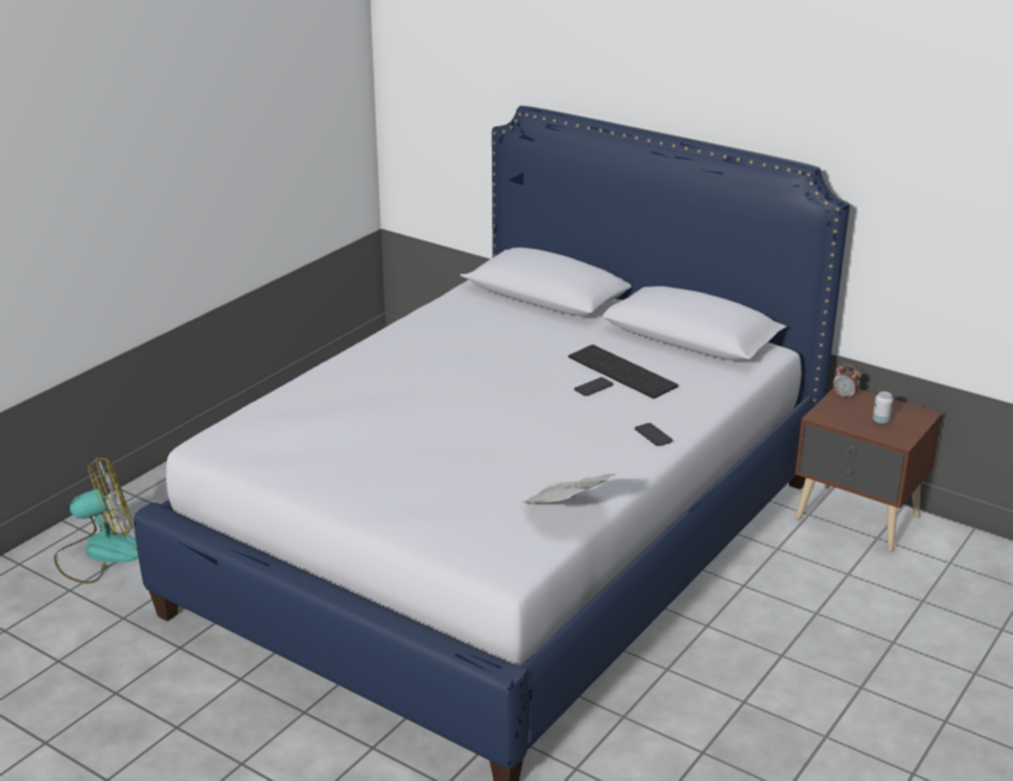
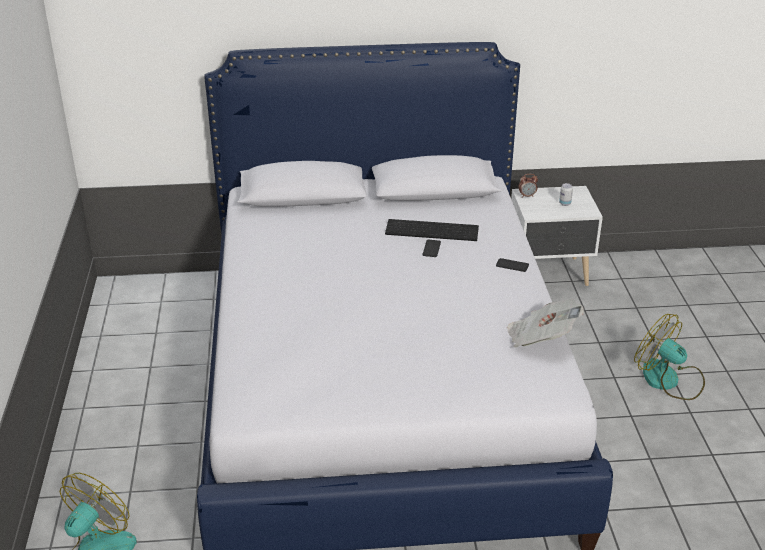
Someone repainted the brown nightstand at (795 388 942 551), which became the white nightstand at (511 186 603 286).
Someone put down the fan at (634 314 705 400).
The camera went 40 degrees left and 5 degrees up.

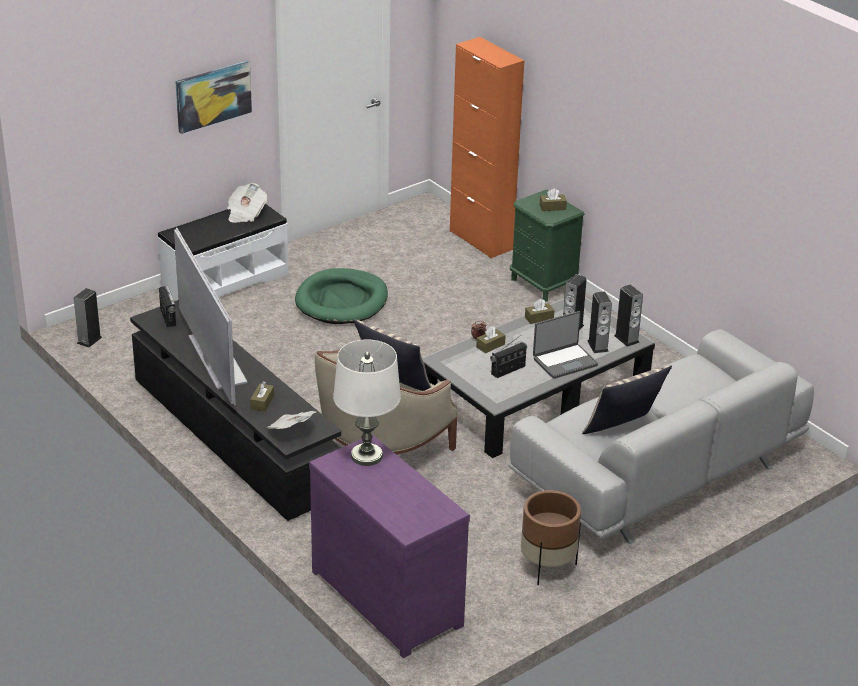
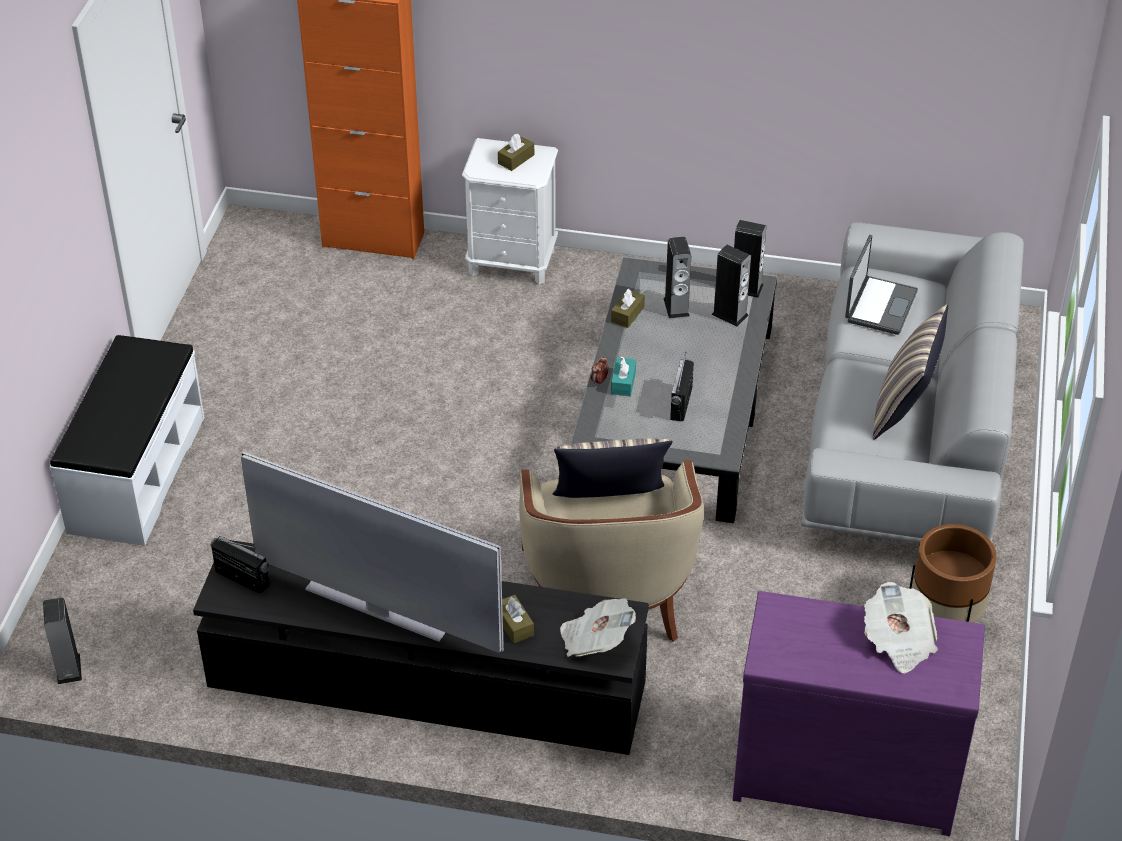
Someone repainted the green nightstand at (510 190 585 302), which became the white nightstand at (462 138 558 285).
Someone repainted the brown tissue box at (476 326 506 353), which became the turquoise tissue box at (611 357 636 396).
Someone carried the laptop from (533 311 598 379) to (845 235 918 335).
Someone carried the newspaper from (227 183 267 223) to (864 582 938 673).
Someone took away the picture at (175 61 252 134).
Someone took away the green dog bed at (295 268 388 324).
Someone took away the white table lamp at (333 340 401 466).
The camera went 40 degrees left and 10 degrees up.

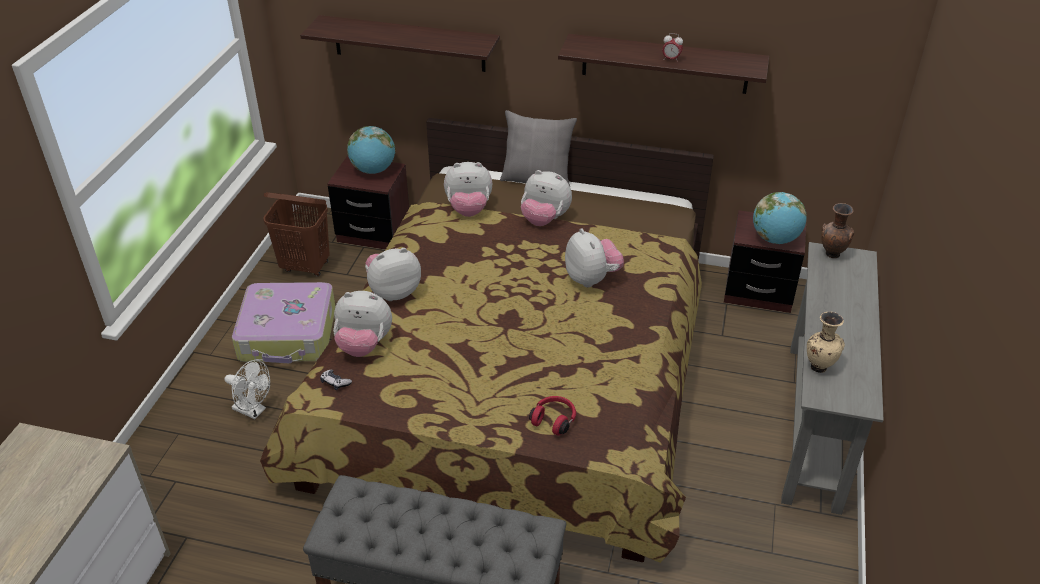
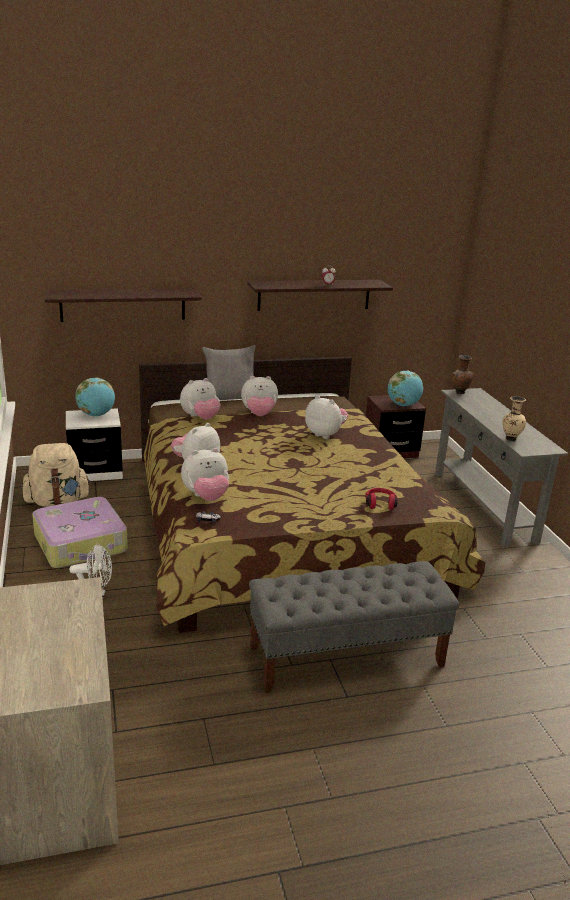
Someone swapped the brown laundry basket at (263 192 330 276) for the beige backpack at (21 443 91 507).
Someone repainted the brown nightstand at (327 156 409 250), which became the white nightstand at (66 408 123 481).
The camera went 30 degrees left and 15 degrees down.

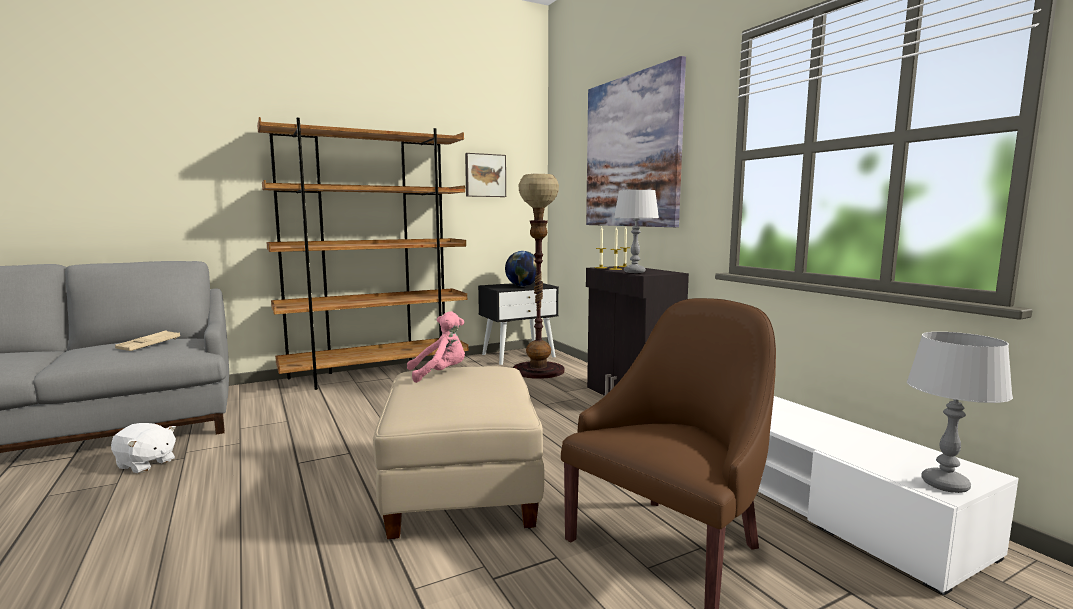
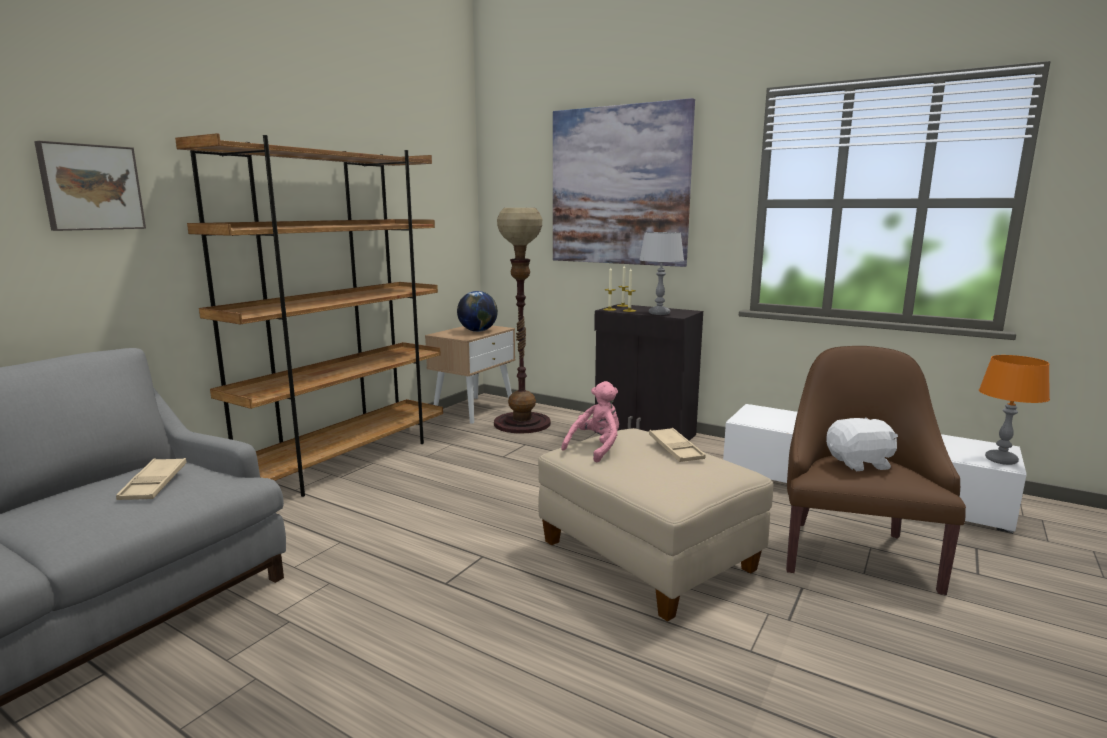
Someone carried the picture from (465 153 506 197) to (34 141 146 231).
Someone repainted the black nightstand at (478 282 559 365), which became the beige nightstand at (425 325 515 424).
Someone put down the beige tray at (649 428 706 462).
Someone carried the white plush toy from (111 423 176 473) to (826 418 898 471).
Someone repainted the grey table lamp at (907 332 1013 493), which became the orange table lamp at (979 355 1050 465).
The camera went 30 degrees left and 5 degrees up.

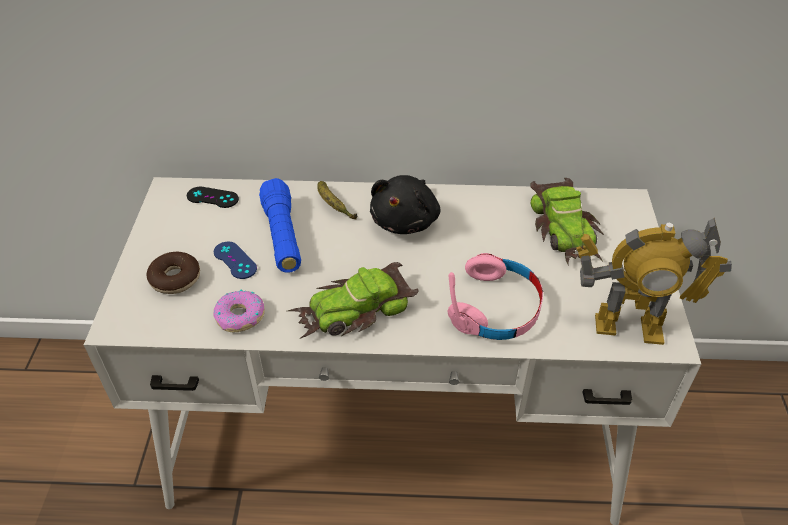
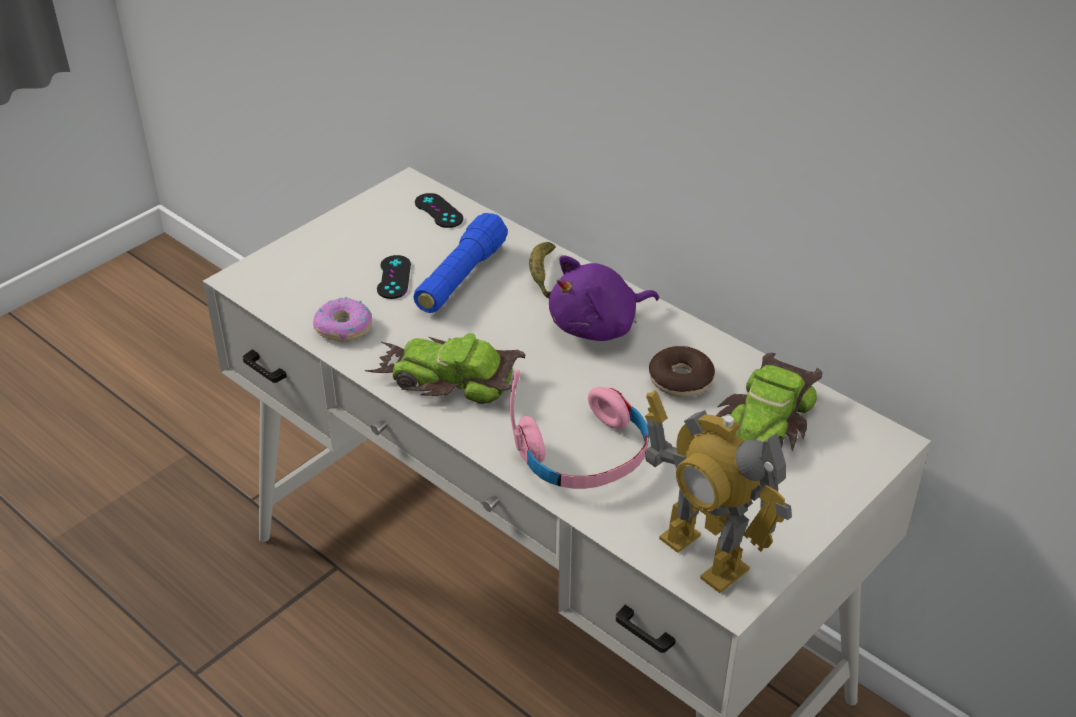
Someone repainted the blue game controller at (214 242 257 279), which became the black game controller at (377 255 411 299).
Someone repainted the black plush toy at (370 175 440 234), which became the purple plush toy at (549 256 659 341).
Someone carried the donut from (147 252 200 294) to (649 346 715 397).
The camera went 40 degrees right and 5 degrees down.

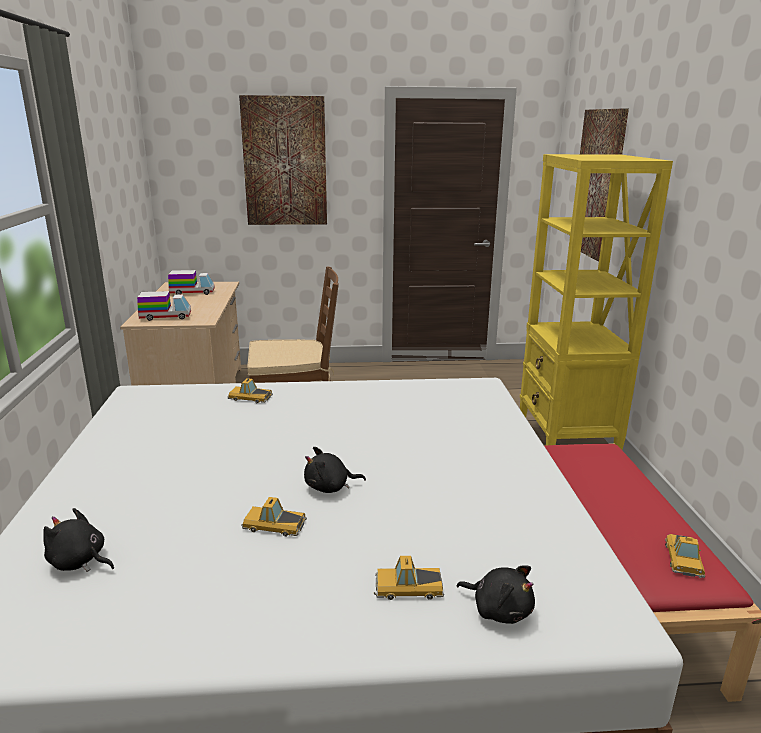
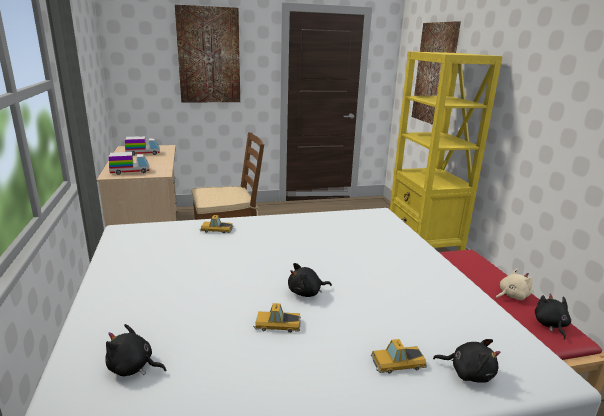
Someone put down the beige plush toy at (496 269 532 300).
Someone swapped the toy car at (665 534 705 578) for the black plush toy at (535 294 571 340).
The camera went 10 degrees left and 0 degrees up.

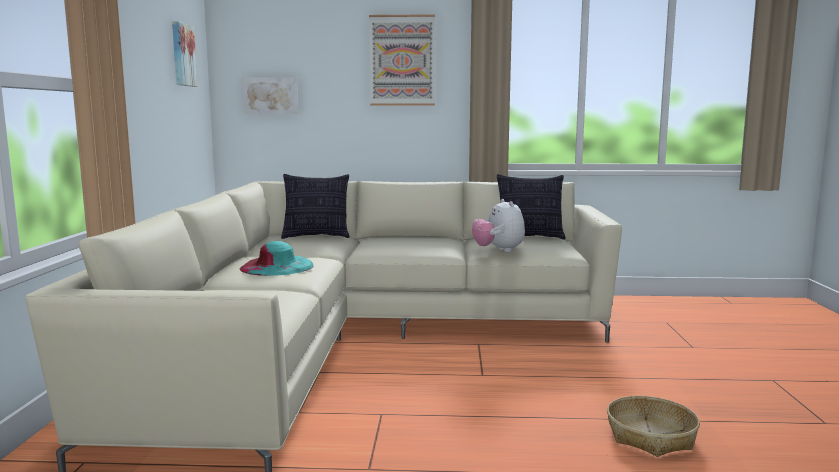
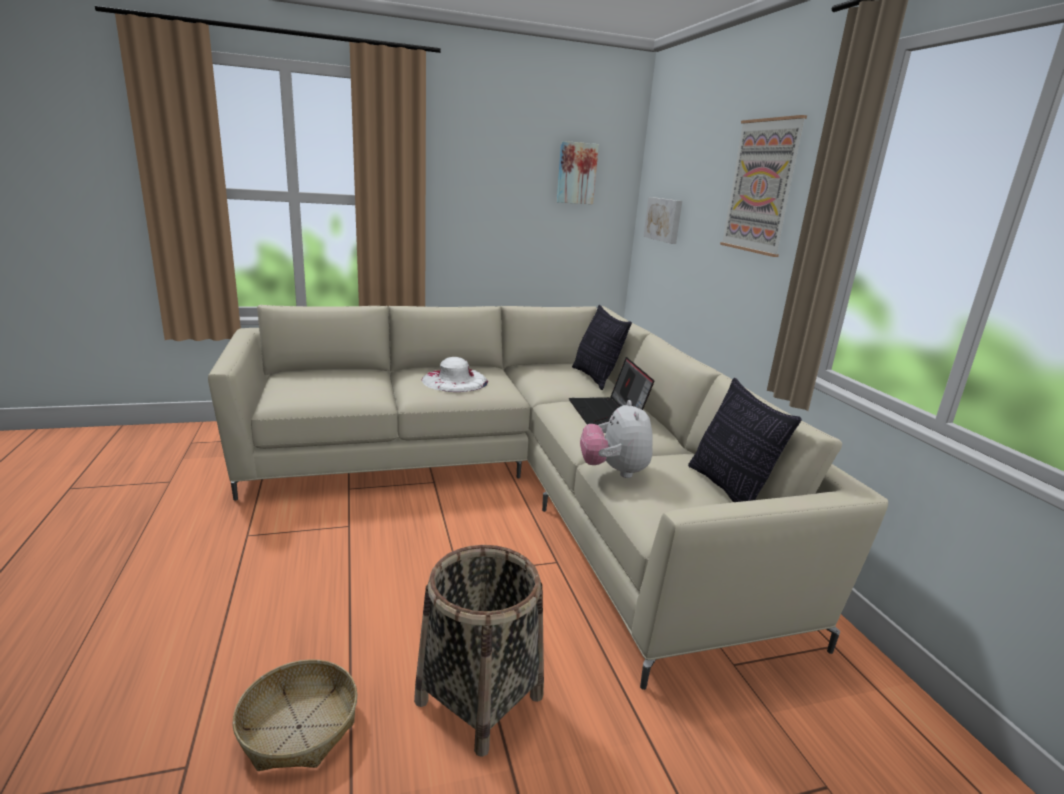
Someone put down the basket at (414 545 544 757).
Someone repainted the turquoise hat at (239 241 314 276), which became the white hat at (421 357 488 392).
Someone put down the laptop at (569 357 654 425).
Someone rotated the plush toy at (472 199 525 252) by 60 degrees counterclockwise.
The camera went 70 degrees right and 10 degrees up.

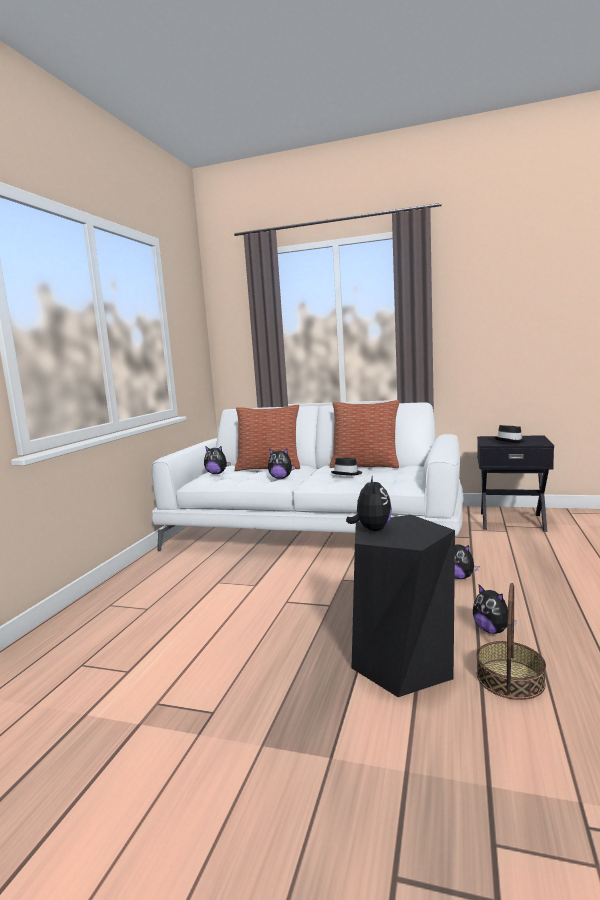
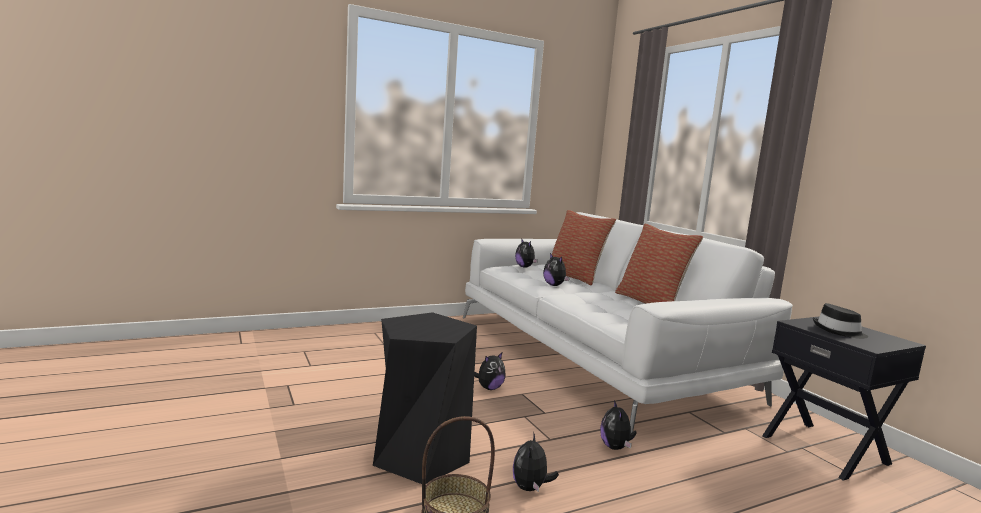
Someone carried the plush toy from (346 475 392 531) to (474 353 506 390).
Someone took away the black hat at (331 458 362 476).
The camera went 45 degrees right and 0 degrees up.

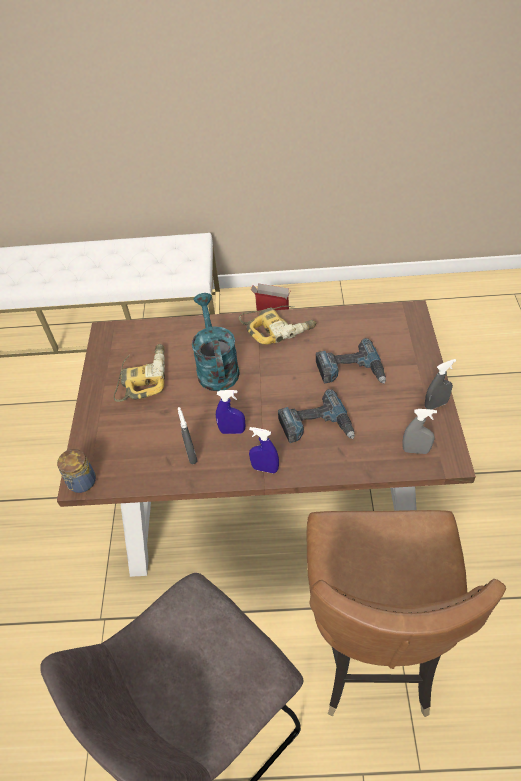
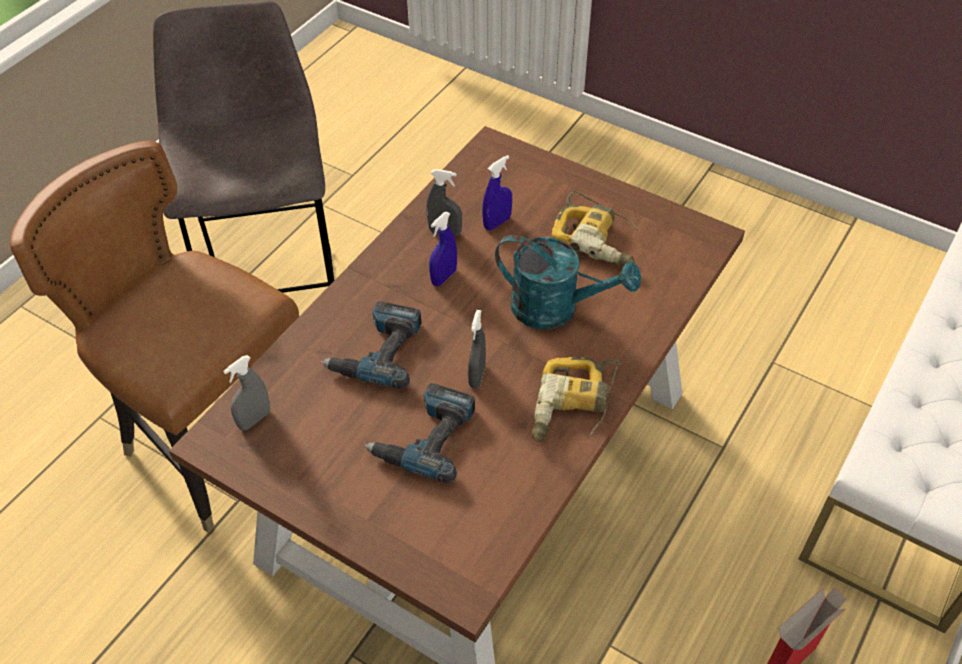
Someone carried the grey spray bottle from (425 359 456 409) to (468 310 486 389).
Someone carried the blue spray bottle from (249 427 279 474) to (482 155 512 230).
Someone took away the jar at (57 449 96 493).
The camera went 120 degrees right and 0 degrees up.

